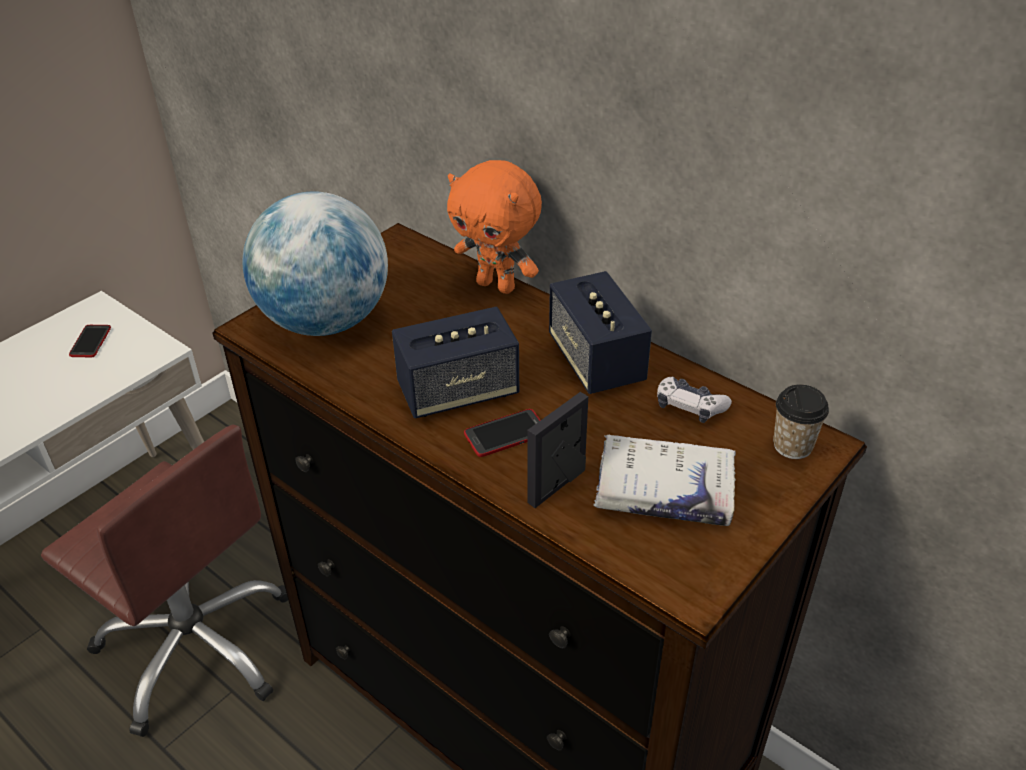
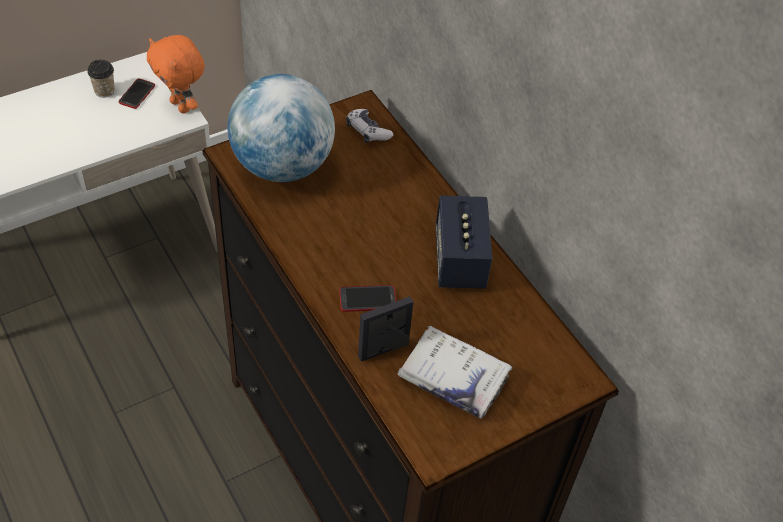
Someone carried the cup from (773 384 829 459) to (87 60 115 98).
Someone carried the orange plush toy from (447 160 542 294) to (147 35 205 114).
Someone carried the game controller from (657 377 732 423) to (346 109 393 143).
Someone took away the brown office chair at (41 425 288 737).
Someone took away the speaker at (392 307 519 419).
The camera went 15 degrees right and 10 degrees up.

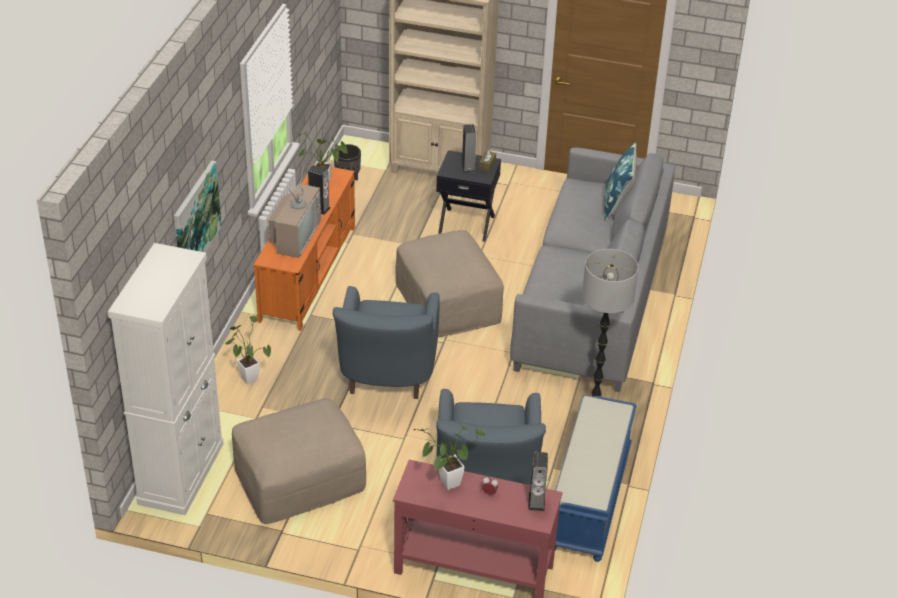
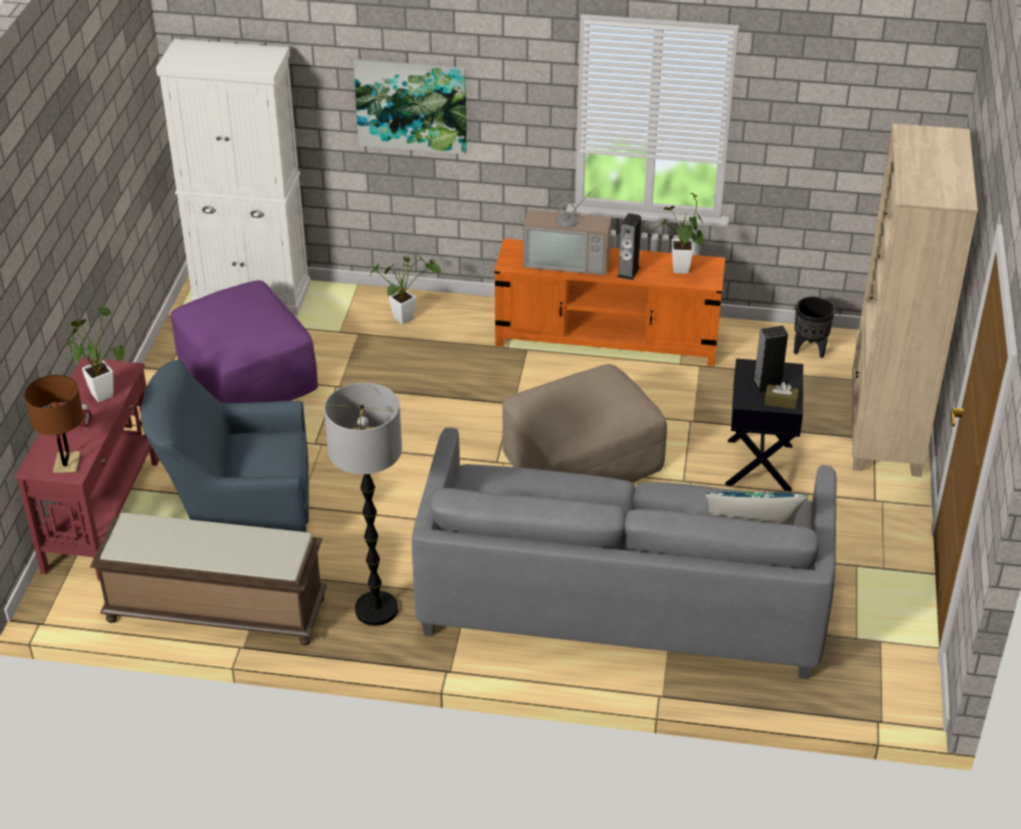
Someone swapped the speaker at (528 452 548 511) for the brown table lamp at (24 375 84 473).
Someone repainted the blue bench at (555 395 637 562), which became the brown bench at (90 513 327 645).
Someone repainted the beige ottoman at (232 398 366 524), which became the purple ottoman at (171 280 318 403).
Someone took away the blue armchair at (332 286 440 399).
The camera went 85 degrees right and 0 degrees up.

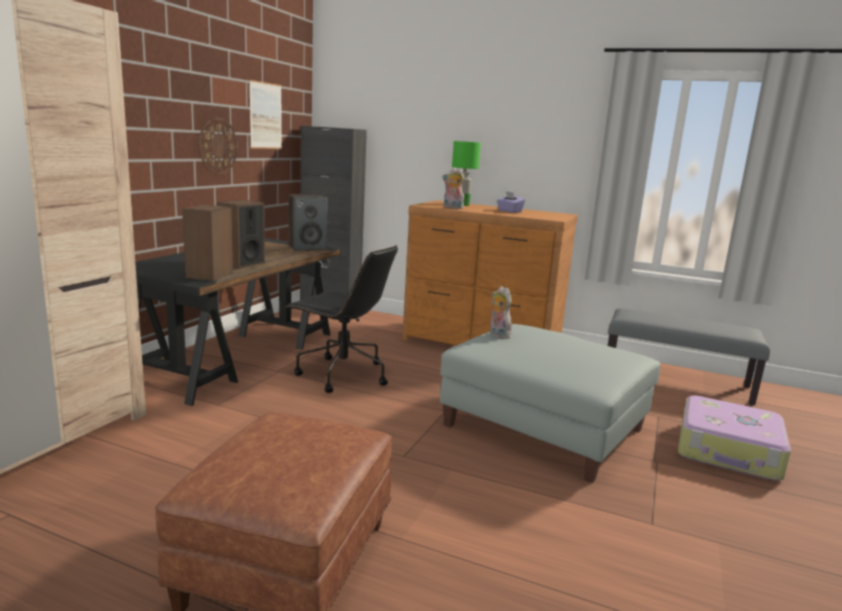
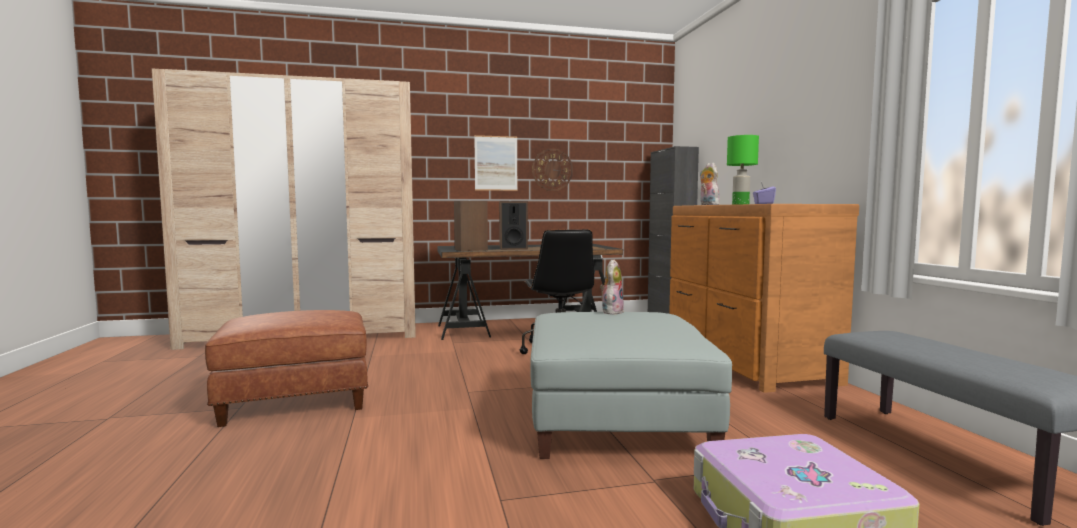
Someone carried the picture from (249 80 282 149) to (474 135 518 191).
Someone took away the speaker at (289 194 328 251).
The camera went 55 degrees right and 10 degrees down.

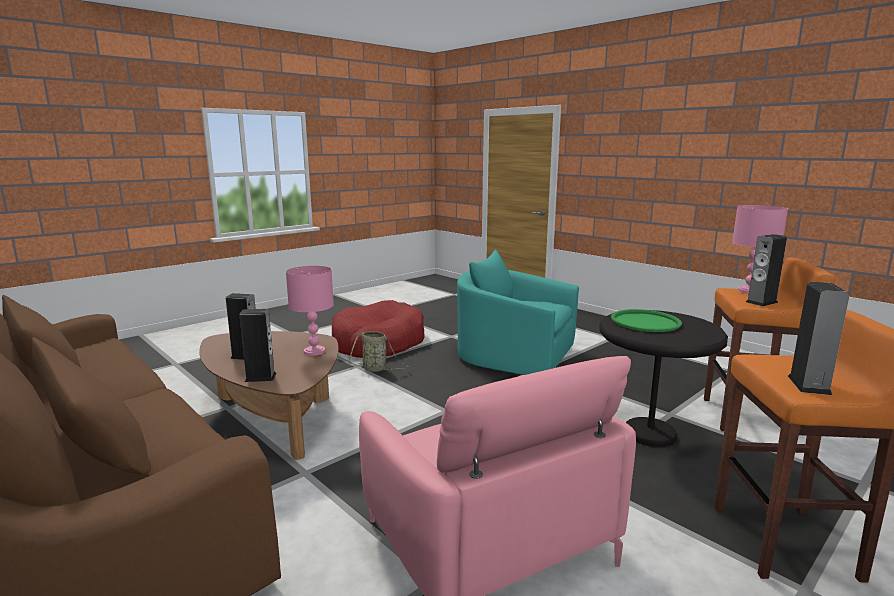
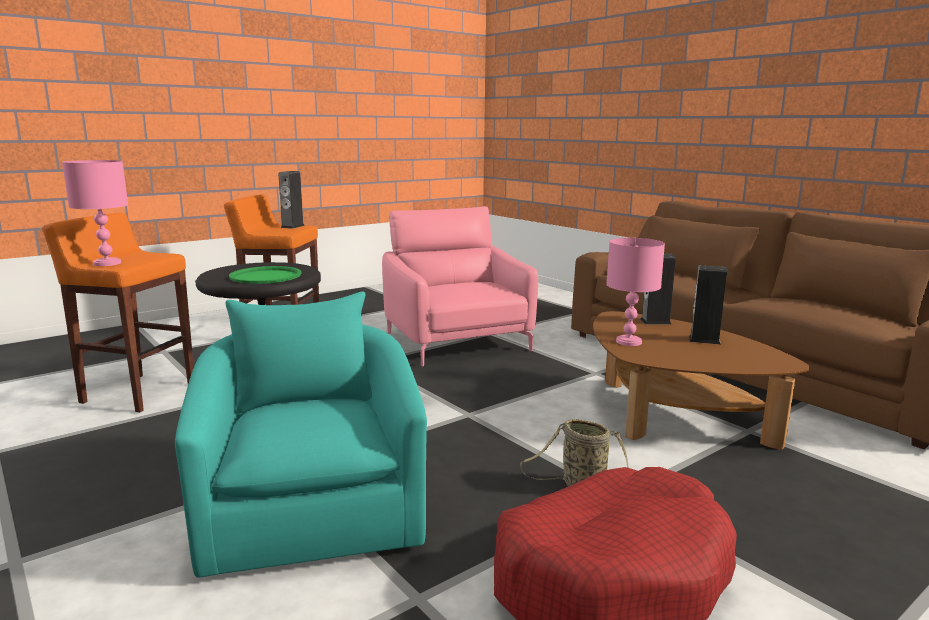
Someone rotated the turquoise armchair at (457 250 579 375) by 135 degrees counterclockwise.
Someone took away the speaker at (746 234 787 306).
The camera went 175 degrees left and 0 degrees up.

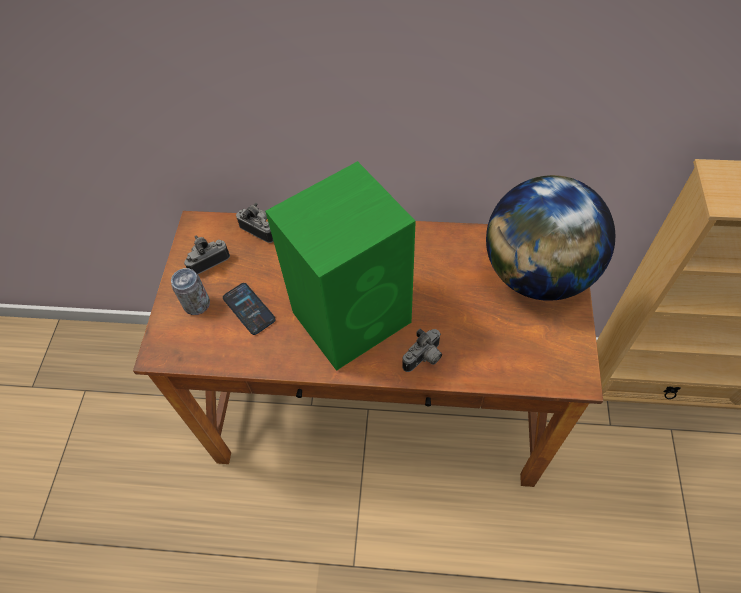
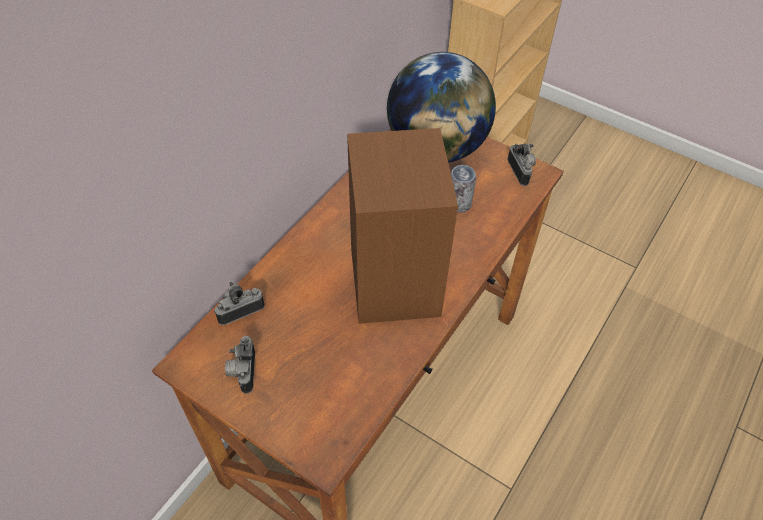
Someone repainted the green speaker at (265 161 416 371), which became the brown speaker at (347 128 458 324).
Someone carried the can from (171 268 210 315) to (451 165 476 213).
Someone carried the photo camera from (402 329 442 372) to (507 144 536 186).
Someone took away the phone at (223 283 276 335).
The camera went 65 degrees left and 5 degrees down.

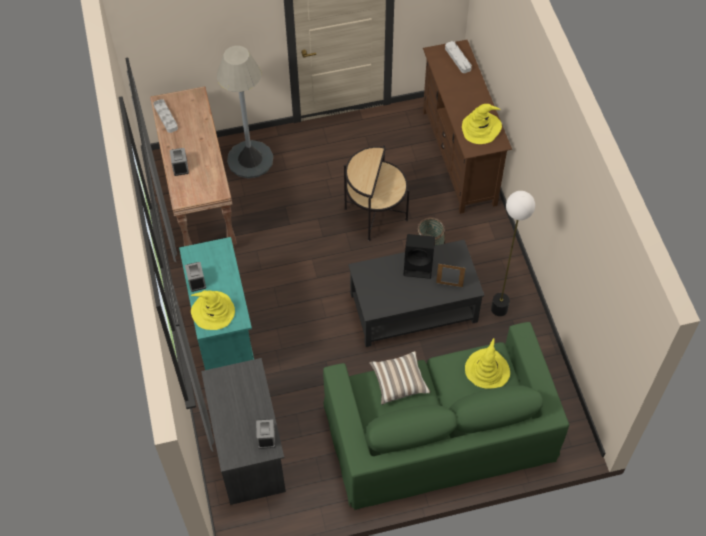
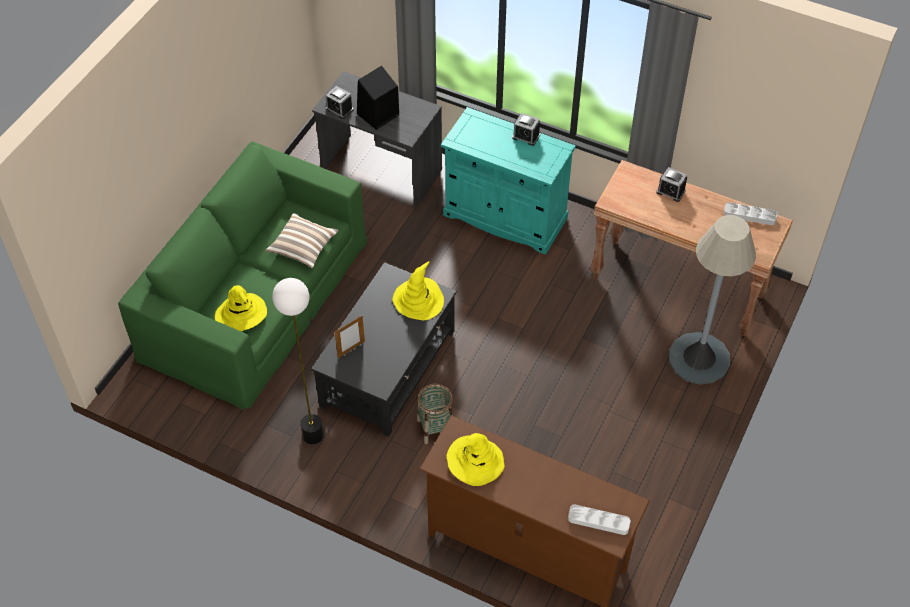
Someone carried the black speaker from (403 234 435 279) to (357 66 399 130).
Someone carried the yellow hat from (191 290 235 330) to (393 261 444 320).
Someone took away the side table at (344 145 409 241).
The camera went 130 degrees right and 5 degrees down.

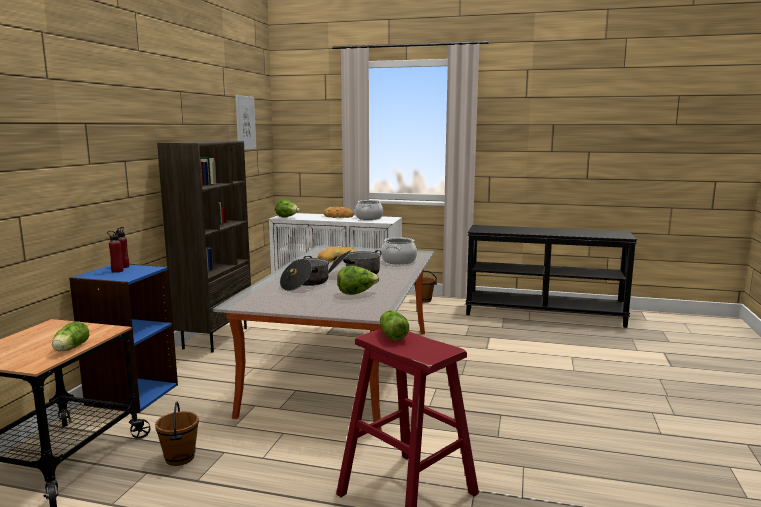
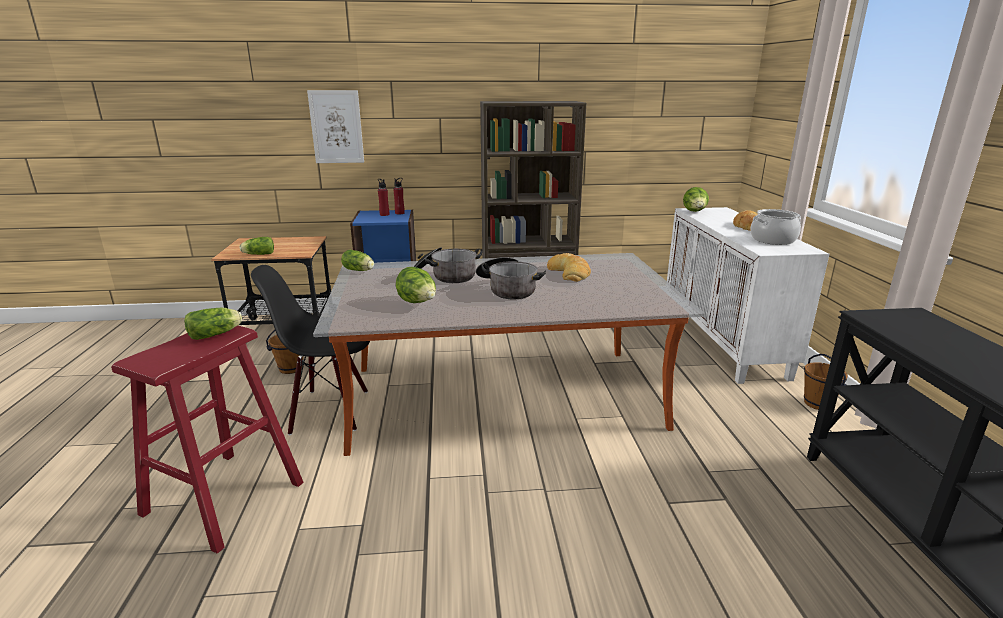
Someone put down the black chair at (251 265 370 435).
Someone carried the picture from (235 95 256 150) to (307 90 364 163).
Someone put down the lettuce at (341 249 374 271).
Someone took away the cooking pot at (381 237 417 265).
The camera went 70 degrees right and 10 degrees up.

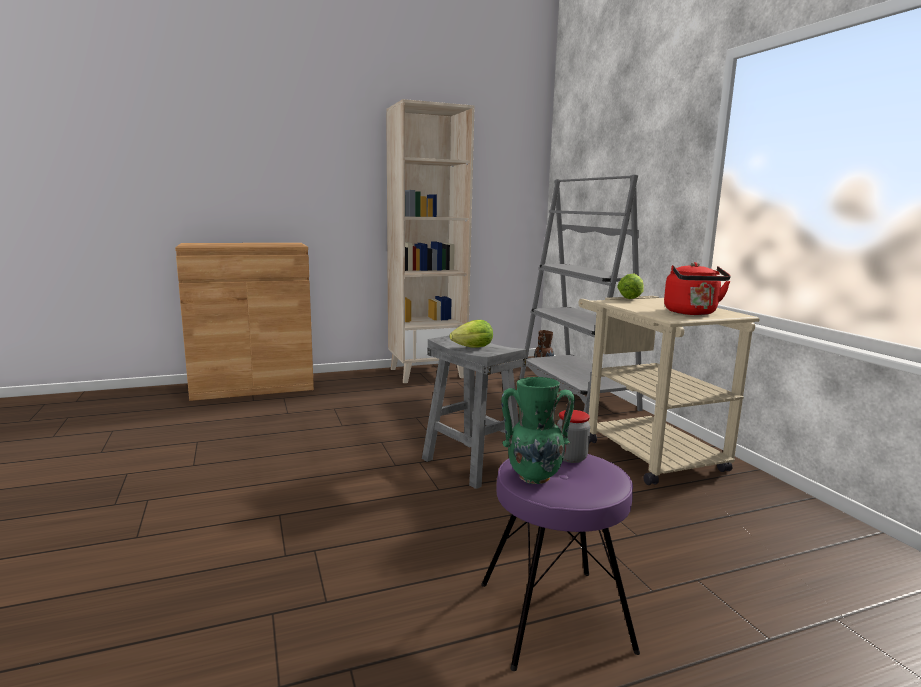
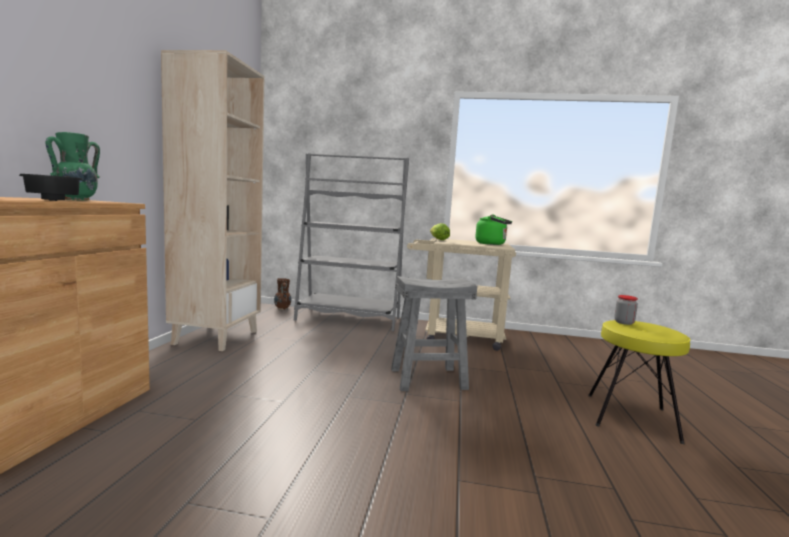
Someone put down the black bowl at (20 174 82 201).
Someone carried the green vase from (501 377 575 484) to (45 132 100 200).
Someone repainted the red kettle at (664 262 731 315), which became the green kettle at (475 214 512 245).
Someone repainted the purple stool at (481 454 640 671), which became the yellow stool at (588 320 690 444).
Someone took away the lettuce at (450 320 493 348).
The camera went 60 degrees left and 5 degrees down.

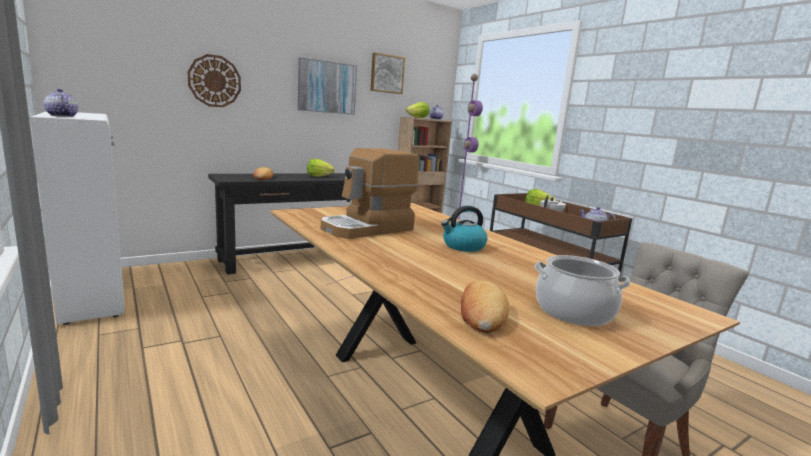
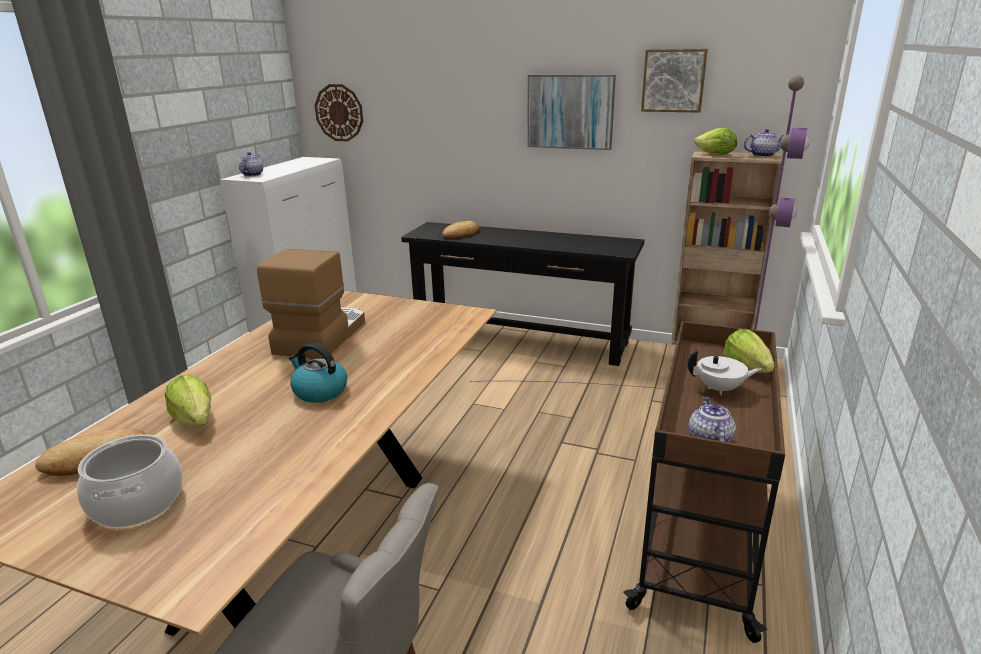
Someone carried the lettuce from (307 159 335 177) to (165 375 211 427).
Someone rotated the coffee machine at (321 148 419 239) by 90 degrees clockwise.
Someone carried the wall clock from (187 54 241 107) to (315 84 363 141).
The camera went 55 degrees right and 10 degrees up.

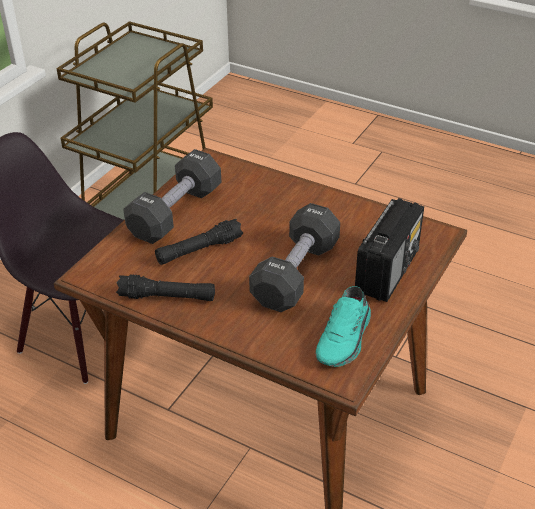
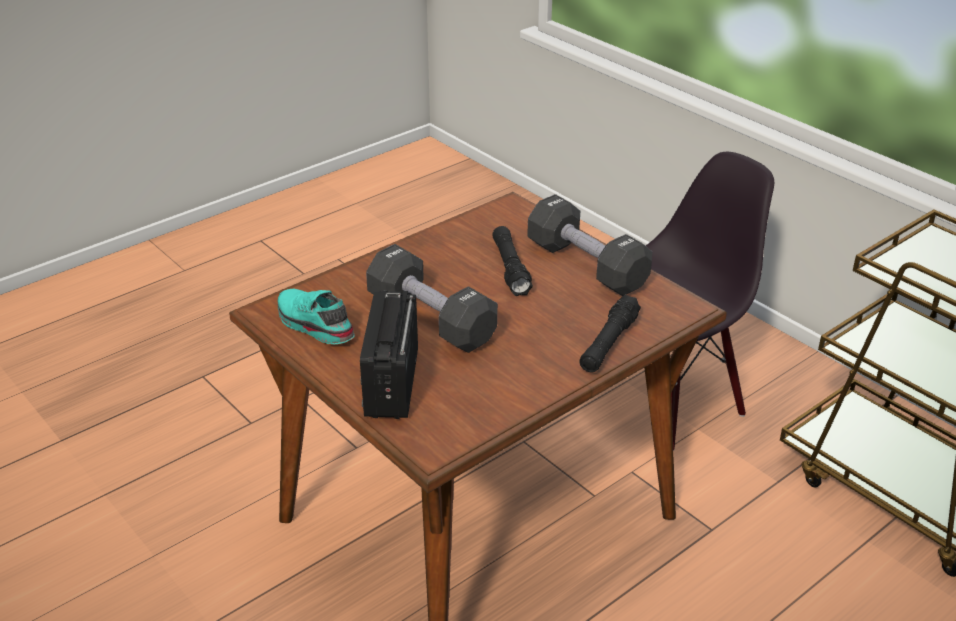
Someone rotated the radio at (355 198 424 302) by 45 degrees clockwise.
Someone carried the black flashlight from (116 274 215 301) to (579 295 641 372).
The camera went 110 degrees right and 5 degrees down.

